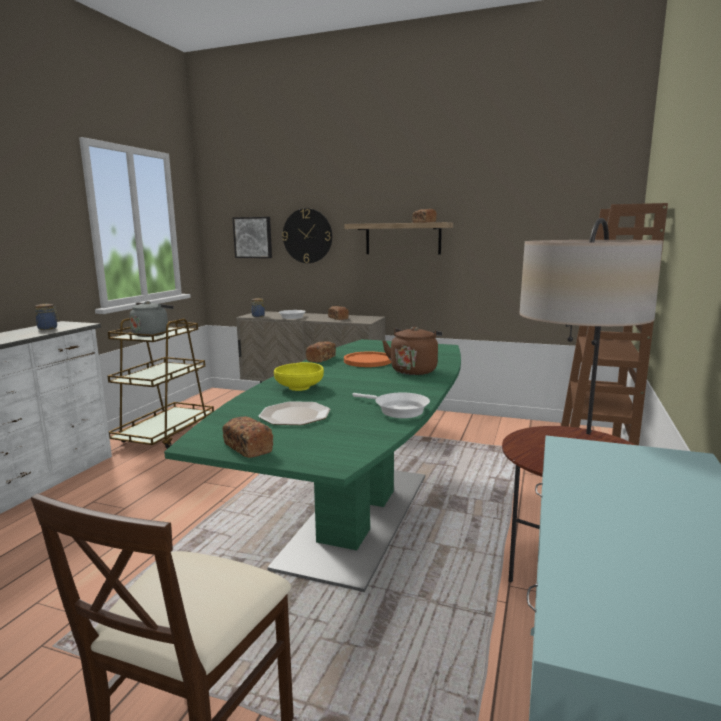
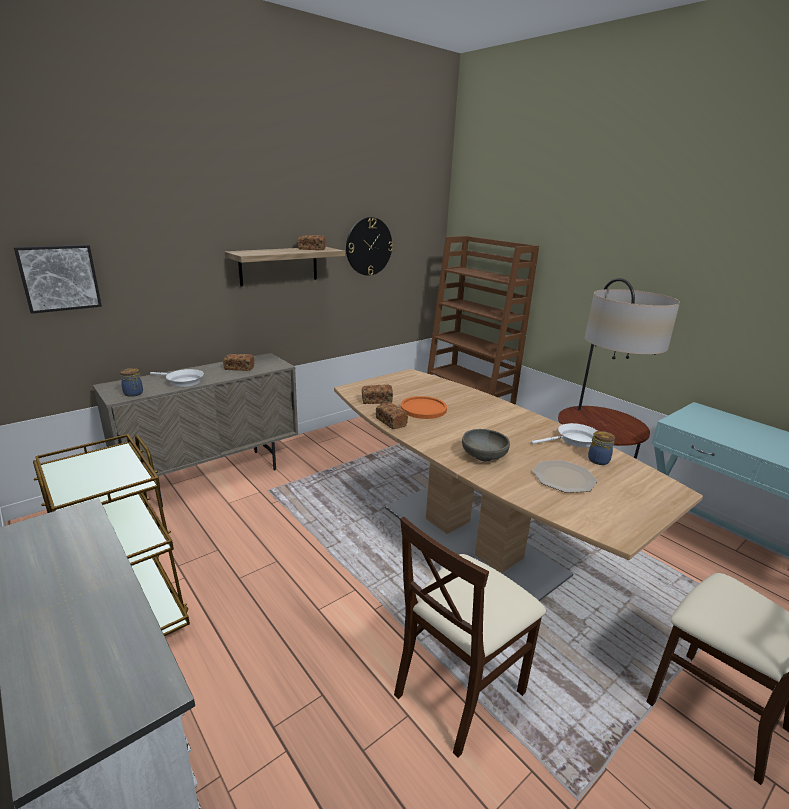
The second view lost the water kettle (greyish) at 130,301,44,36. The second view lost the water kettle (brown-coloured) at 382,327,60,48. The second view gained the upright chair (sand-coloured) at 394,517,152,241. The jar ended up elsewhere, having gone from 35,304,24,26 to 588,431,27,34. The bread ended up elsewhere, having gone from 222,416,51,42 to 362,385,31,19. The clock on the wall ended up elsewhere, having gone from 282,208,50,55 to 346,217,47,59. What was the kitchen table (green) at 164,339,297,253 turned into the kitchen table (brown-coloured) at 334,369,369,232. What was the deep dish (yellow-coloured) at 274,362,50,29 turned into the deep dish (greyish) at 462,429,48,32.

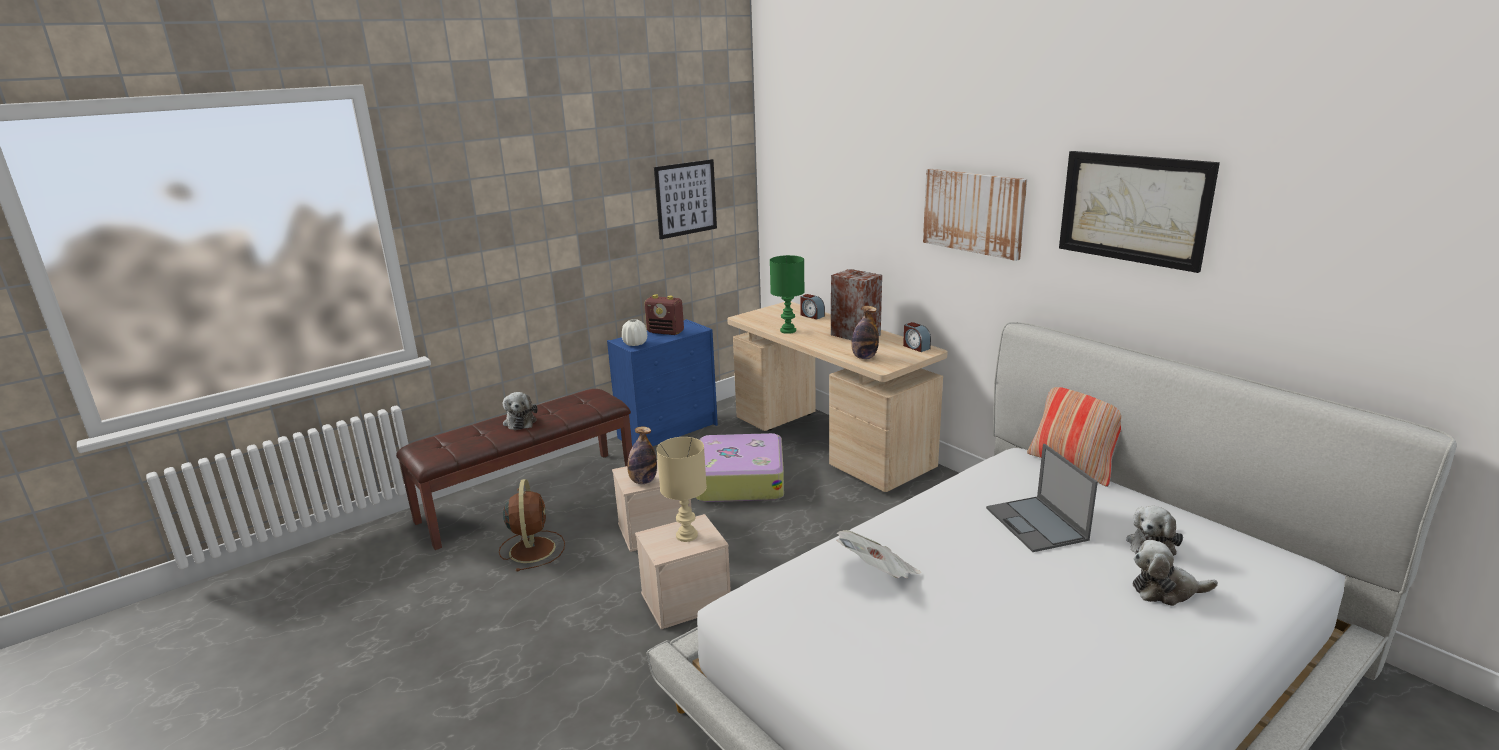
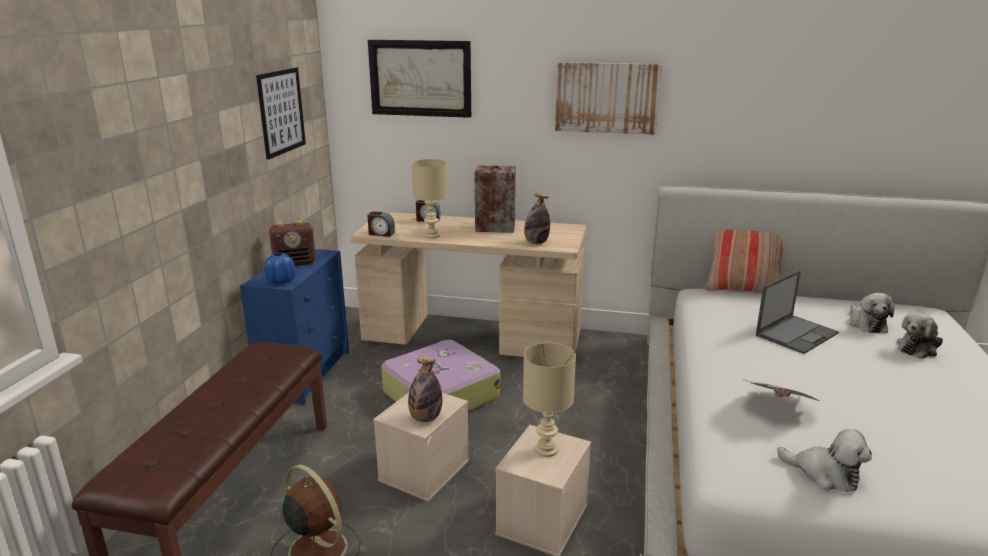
The plush toy ended up elsewhere, having gone from 503,392,35,38 to 777,429,95,63. The table clock ended up elsewhere, having gone from 903,322,28,30 to 367,211,28,26. The wall picture ended up elsewhere, having gone from 1059,151,161,122 to 368,40,103,78. What was the flower vase (whitish) at 622,319,25,27 turned into the flower vase (blue-coloured) at 265,253,31,31. What was the lamp for a table (green) at 770,255,35,79 turned into the lamp for a table (sand-coloured) at 412,159,36,79. The notebook computer at 986,444,112,108 ended up facing another way, 75 degrees counterclockwise from before.

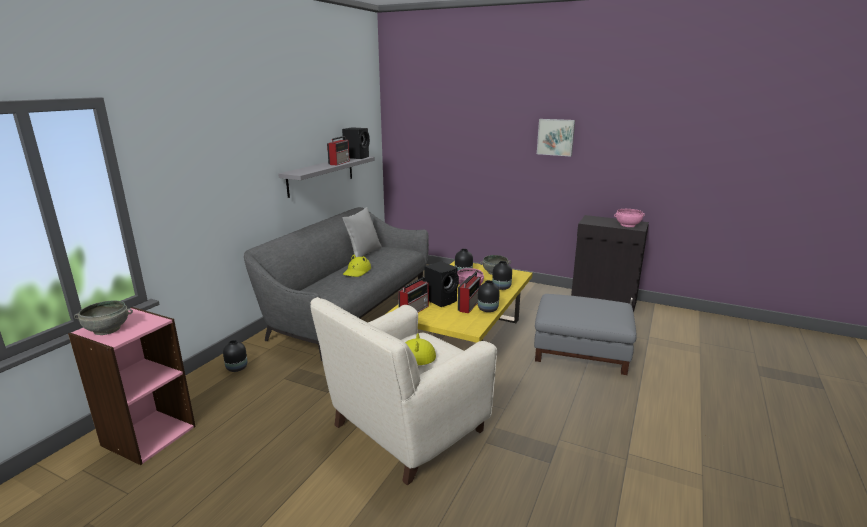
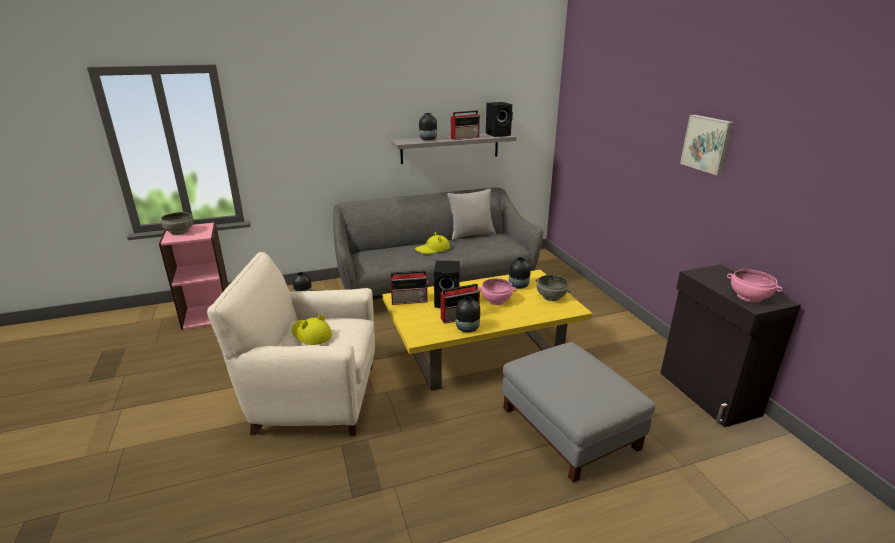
The flower vase (black-coloured) ended up elsewhere, having gone from 492,261,20,29 to 419,113,18,27.

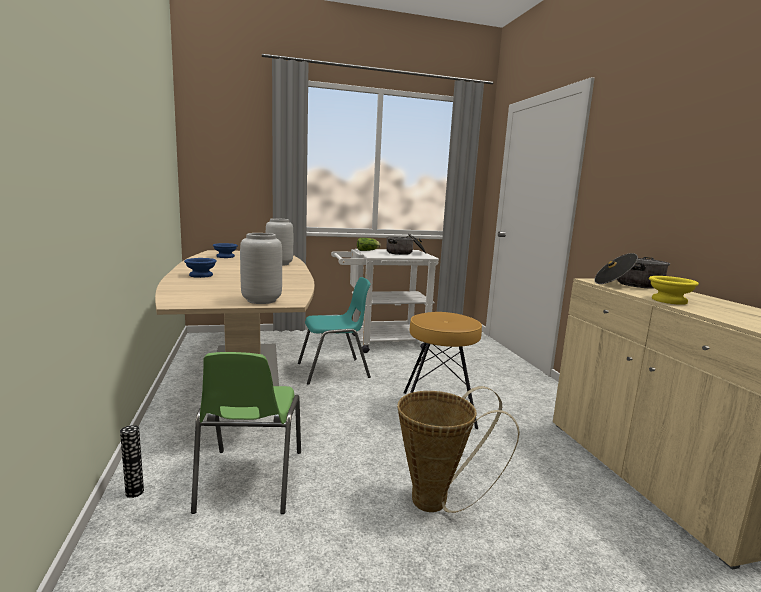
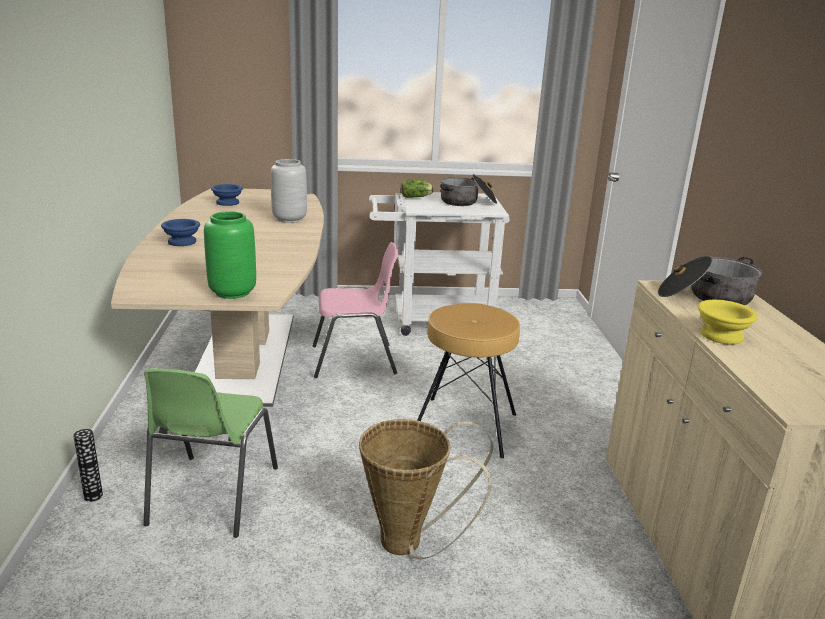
What was the flower vase (greyish) at 240,233,42,71 turned into the flower vase (green) at 204,211,52,88. What was the upright chair (blue-green) at 298,277,73,108 turned into the upright chair (pink) at 313,242,86,136.

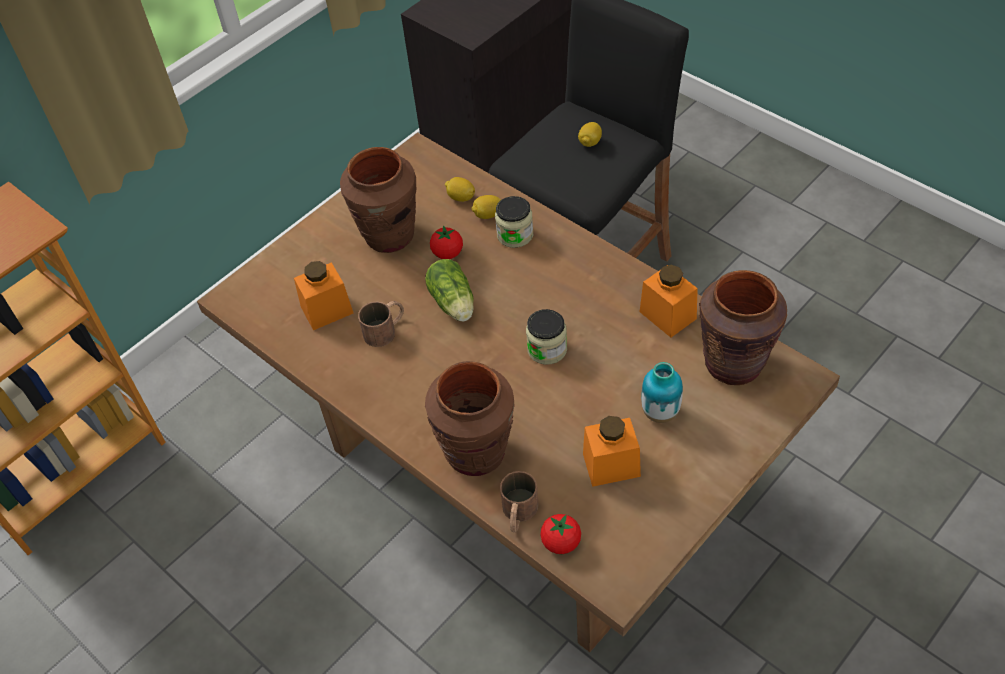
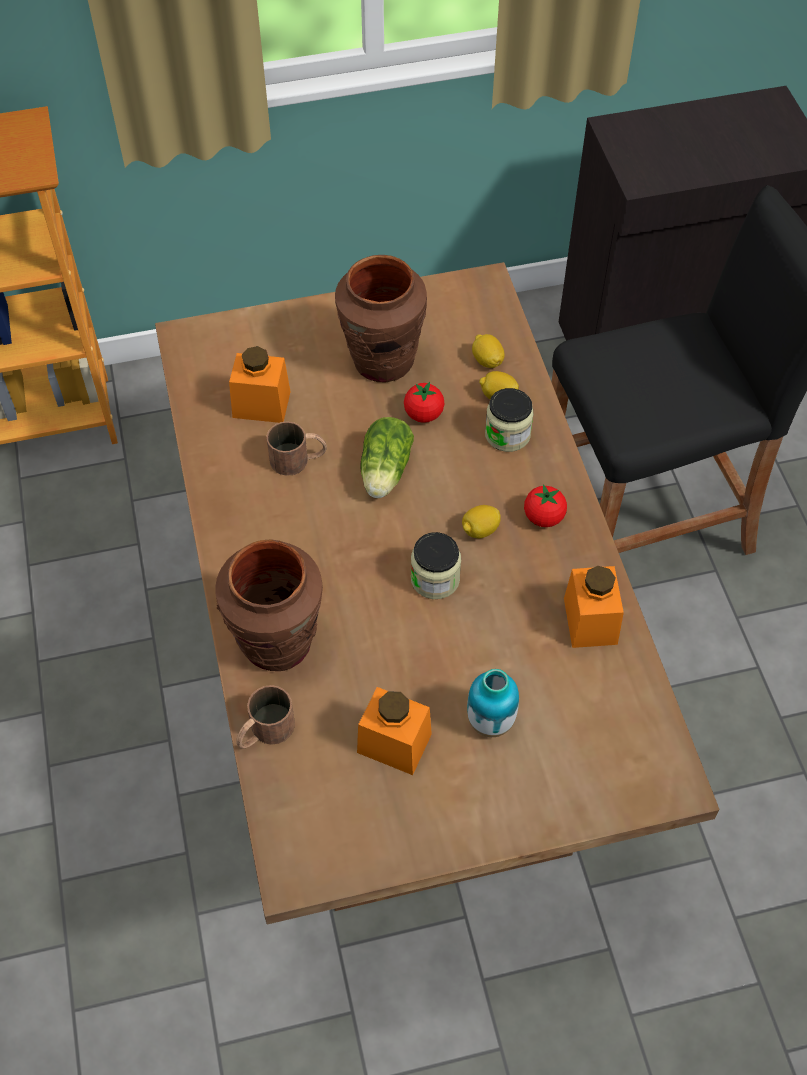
The second view lost the flower vase (brown-coloured) at 699,270,88,115. The fresh tomato ended up elsewhere, having gone from 540,514,41,40 to 524,484,43,43. The lemon ended up elsewhere, having gone from 578,122,24,25 to 462,505,39,33.

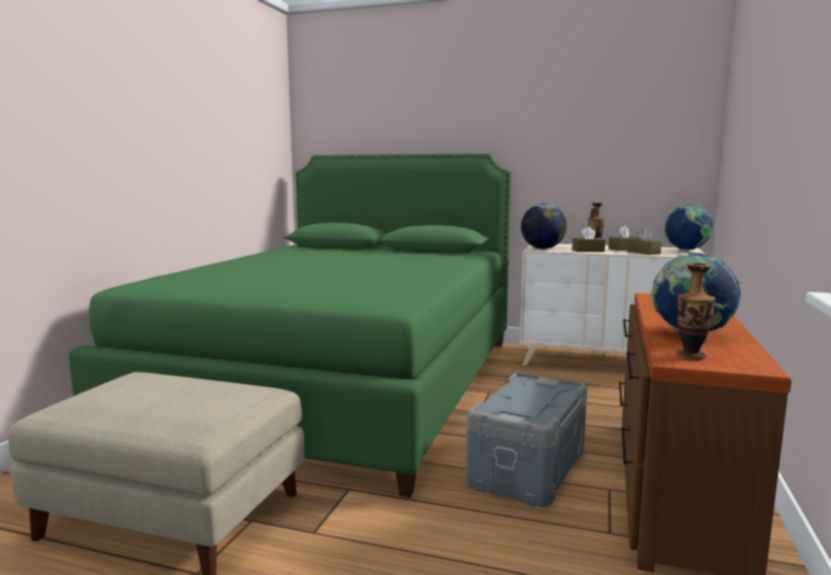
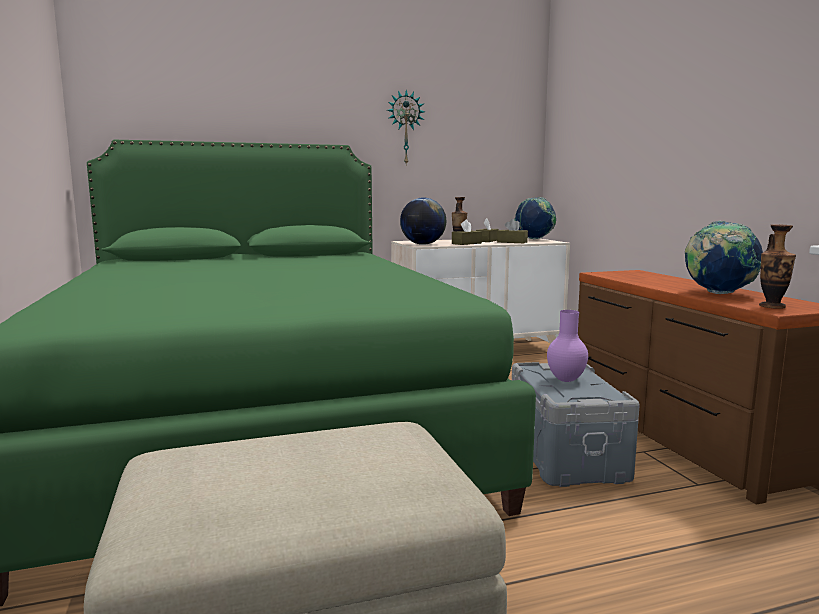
The second view gained the clock on the wall at 387,89,38,77. The second view gained the flower vase (purple) at 547,310,41,72.

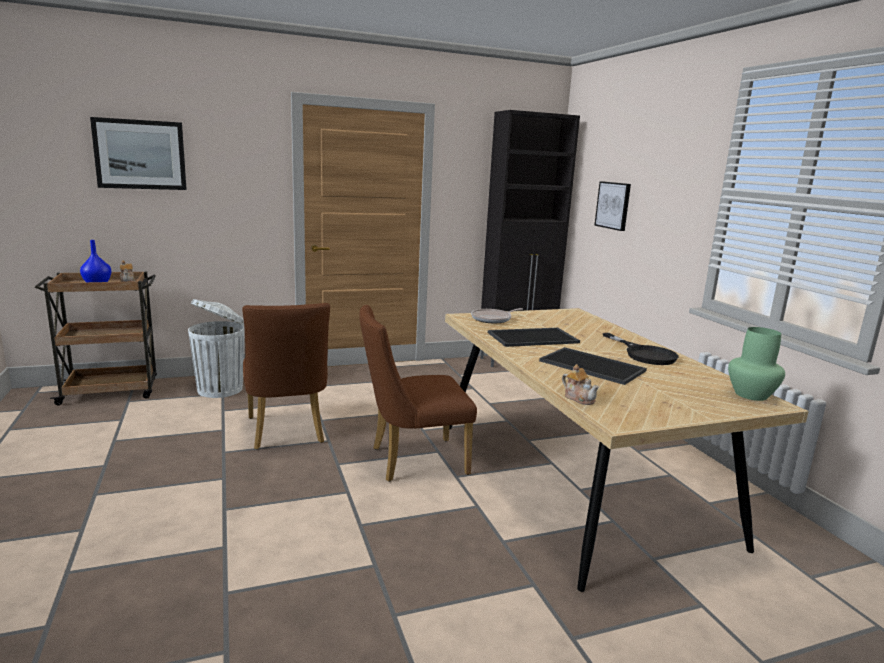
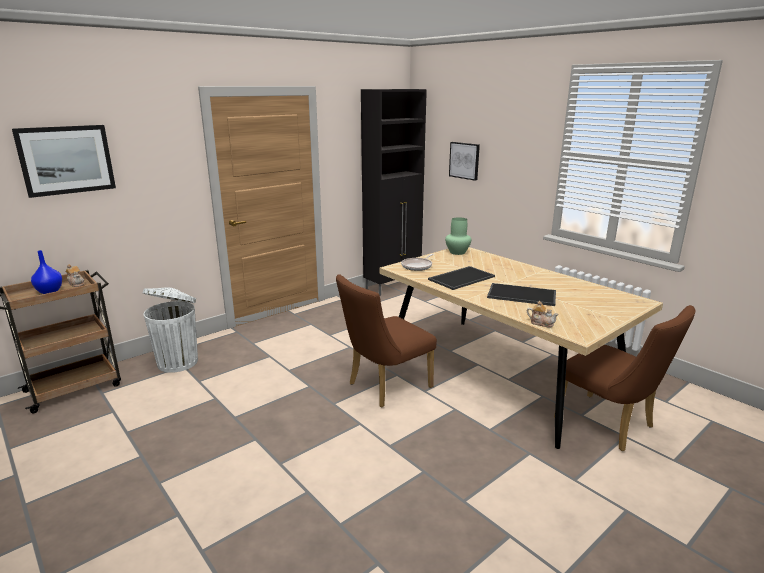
The second view lost the pan (black-coloured) at 603,333,75,32. The upright chair (brown-coloured) ended up elsewhere, having gone from 242,303,88,147 to 554,305,142,146. The flower vase (green) ended up elsewhere, having gone from 728,327,57,74 to 445,217,26,38.

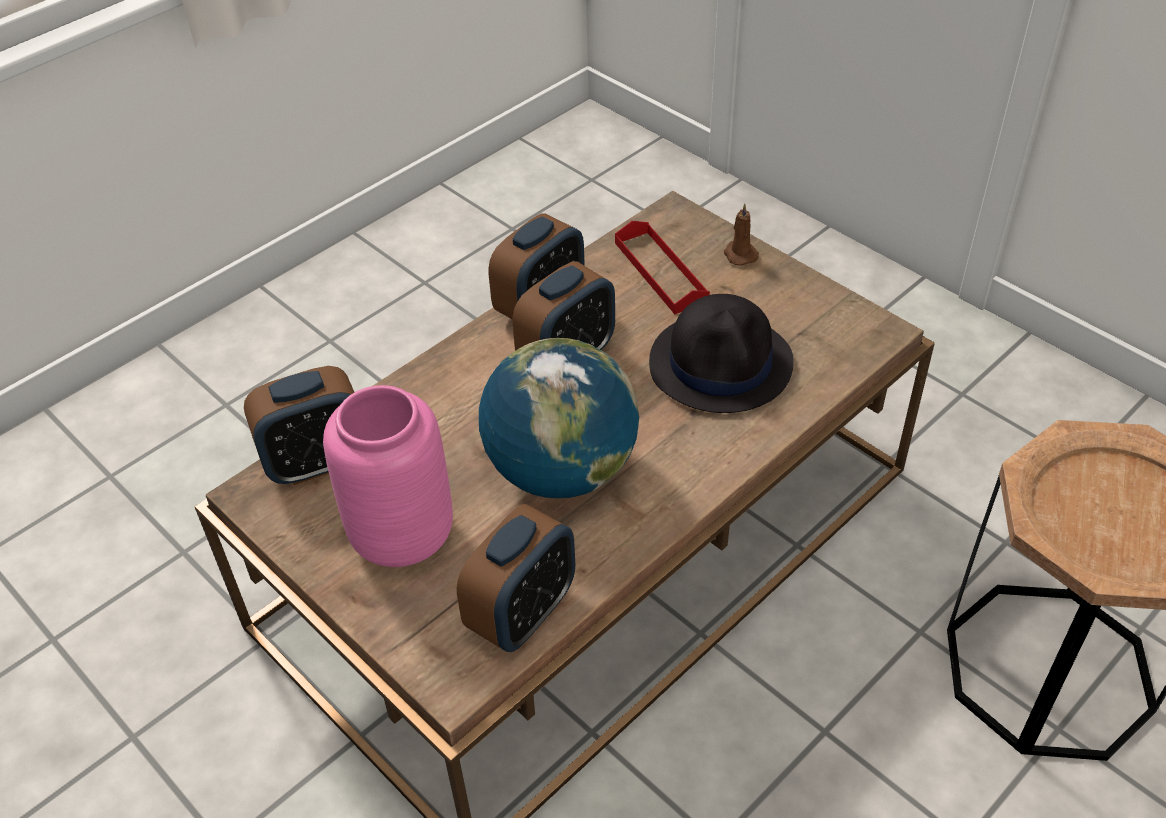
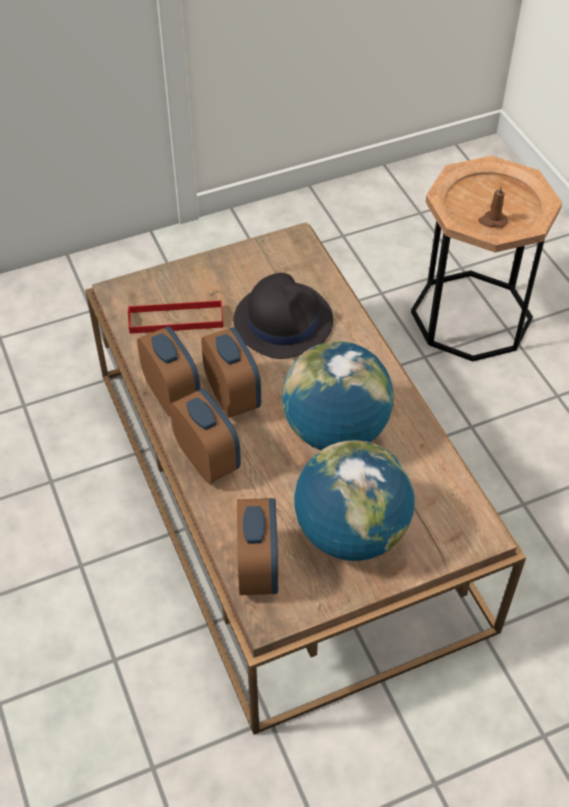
The table clock ended up elsewhere, having gone from 457,504,118,148 to 170,389,71,95. The wax light (brown-coloured) ended up elsewhere, having gone from 724,203,35,63 to 478,185,30,43. Where the flower vase (pink) stood at 323,385,130,182, the desk globe came to stand at 294,440,121,121.

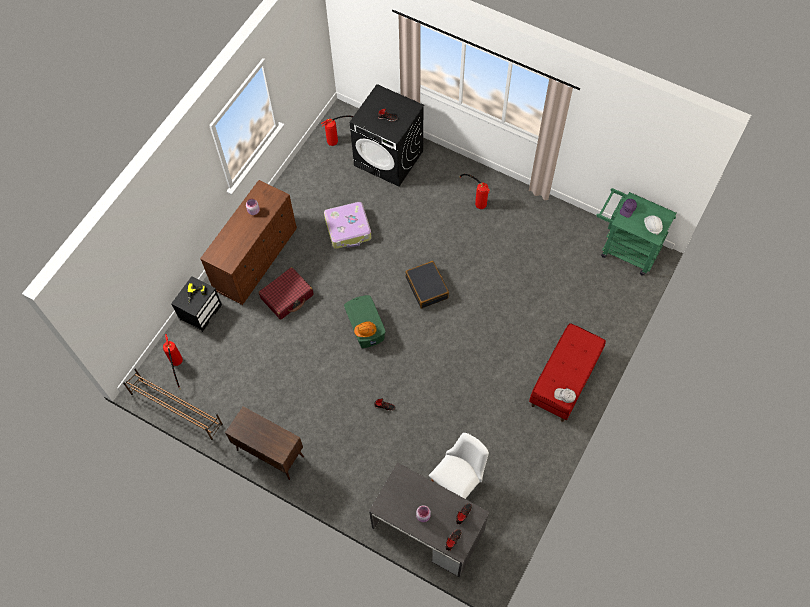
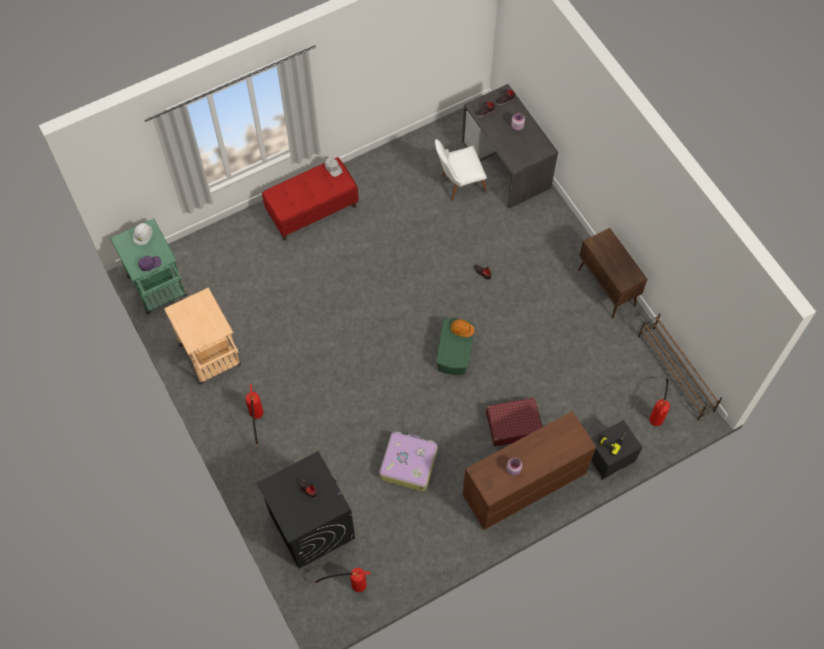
The second view lost the suitcase (black-coloured) at 405,261,44,48. The second view gained the cart (sand-coloured) at 164,287,77,97.

